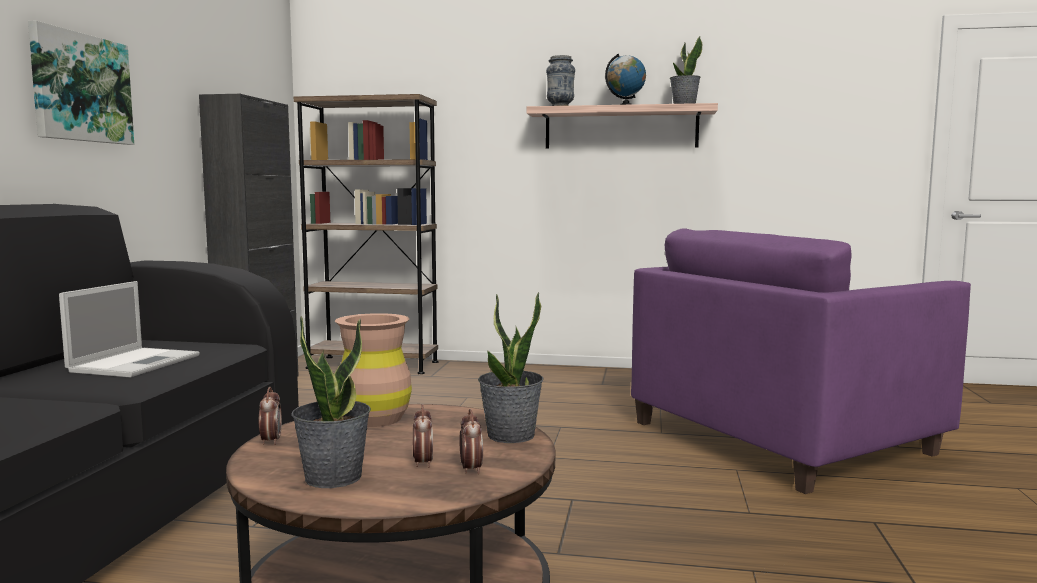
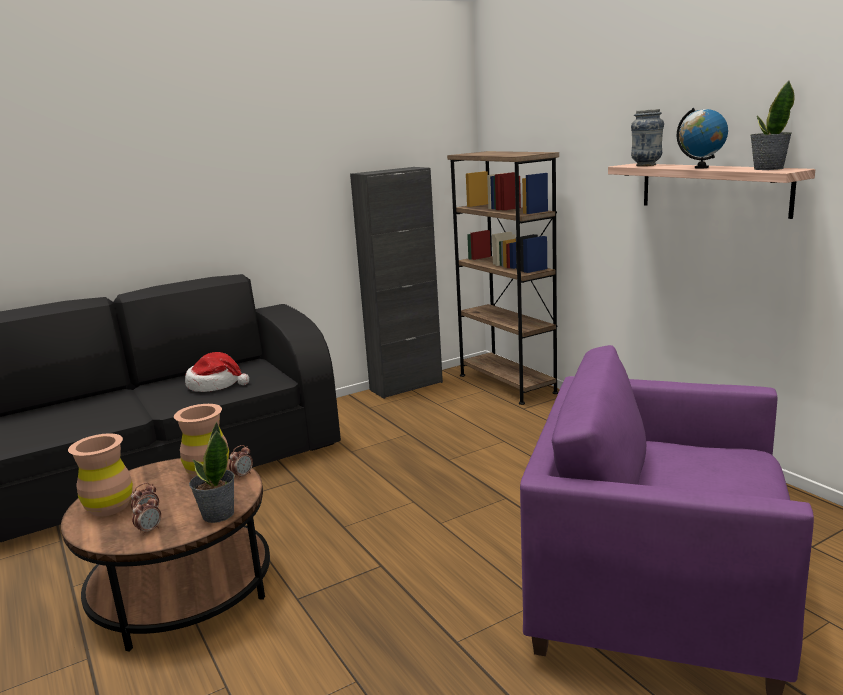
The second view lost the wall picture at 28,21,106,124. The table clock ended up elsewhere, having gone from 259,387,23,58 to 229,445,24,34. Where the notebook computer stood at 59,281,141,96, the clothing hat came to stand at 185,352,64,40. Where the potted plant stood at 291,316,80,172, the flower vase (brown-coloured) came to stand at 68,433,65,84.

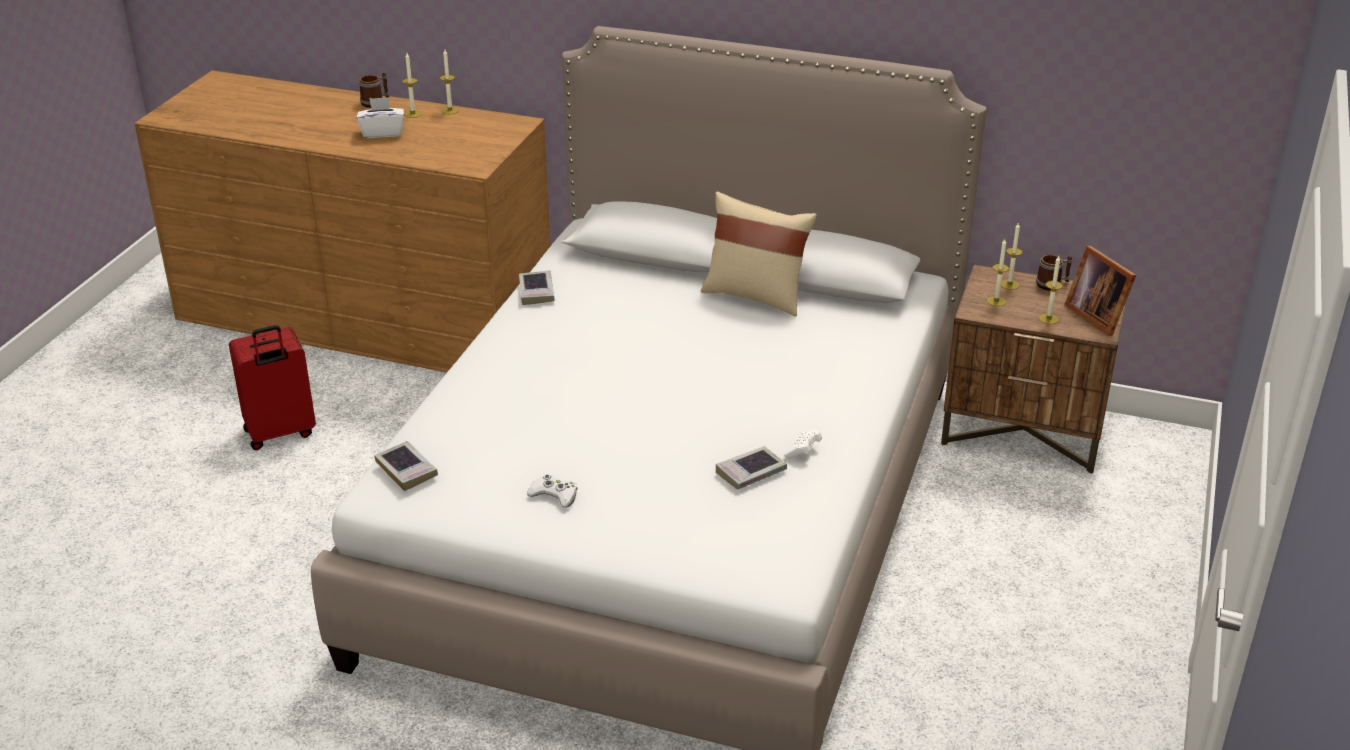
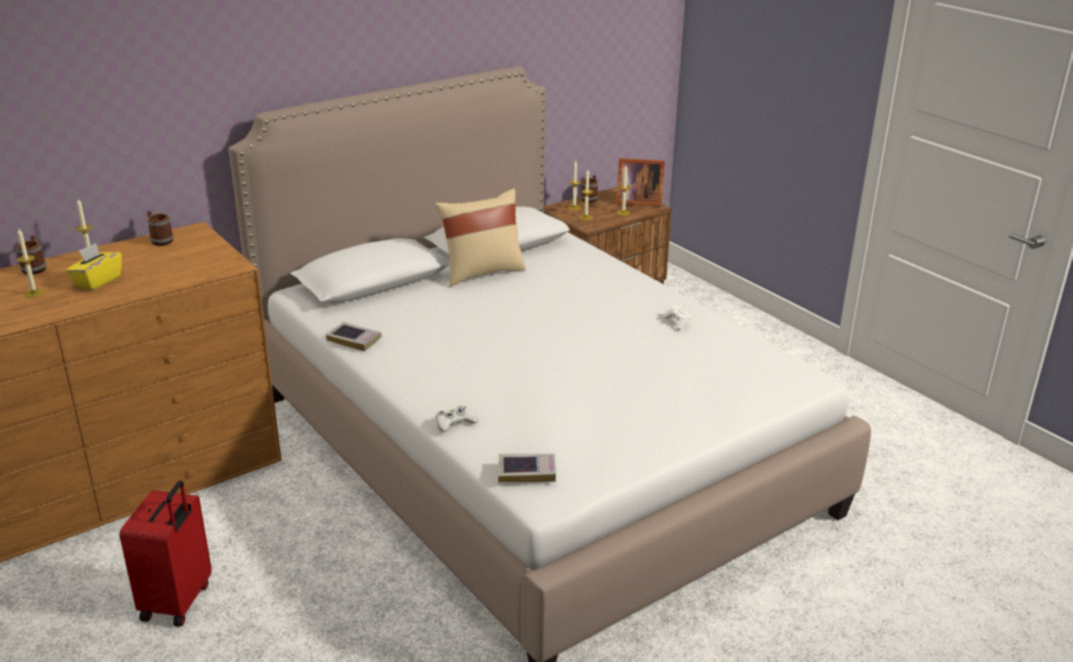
The second view lost the bound book at 716,446,71,44. The second view gained the coffee mug at 147,211,27,35. The wax light ended up elsewhere, having gone from 440,50,19,64 to 17,229,28,69. The gamepad (whitish) ended up elsewhere, having gone from 527,475,51,33 to 436,406,42,26. What was the box of tissues (whitish) at 357,97,47,41 turned into the box of tissues (yellow-coloured) at 66,243,56,48.

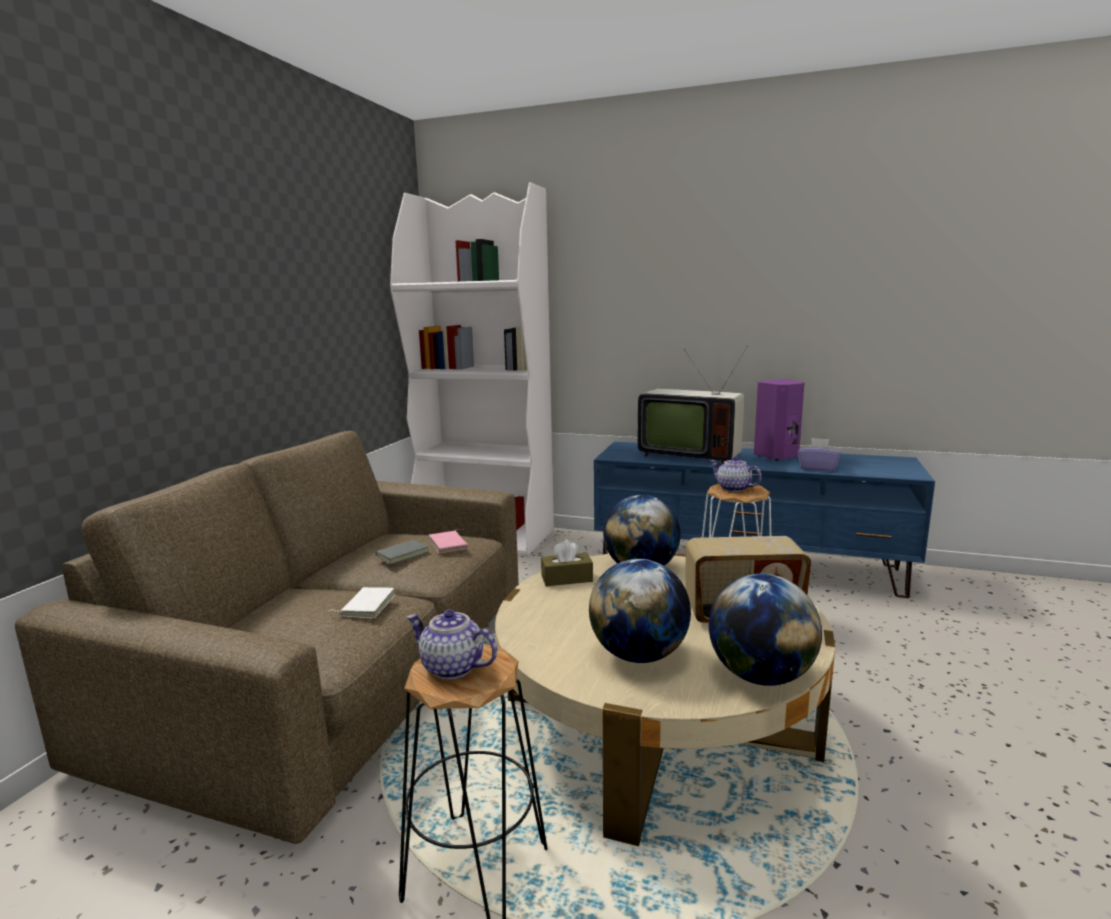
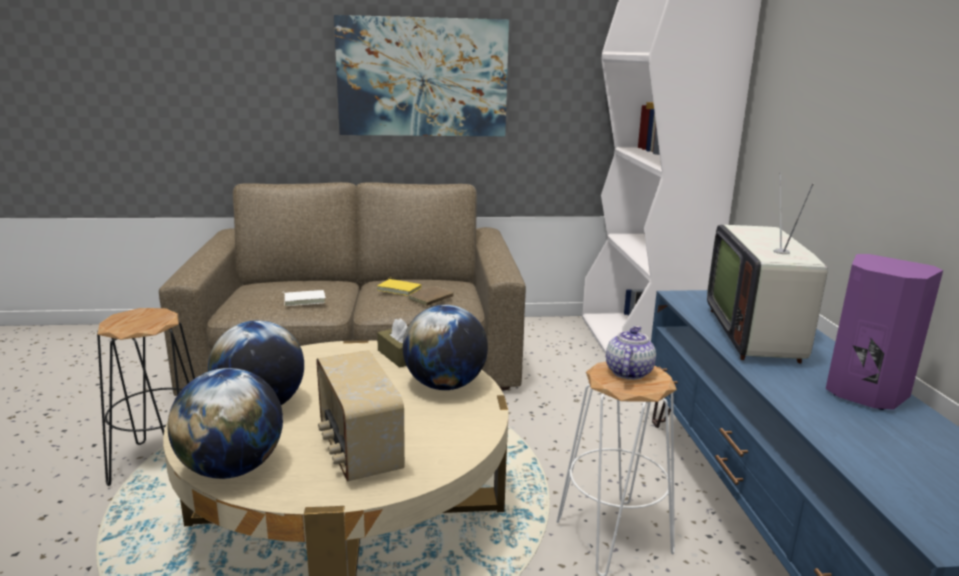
The second view lost the pot for tea at 407,609,90,71. The second view lost the box of tissues (purple) at 798,438,43,33. The second view gained the wall picture at 334,15,175,121. What was the bound book (greyish) at 373,540,56,24 turned into the bound book (yellow-coloured) at 377,277,44,19. What was the bound book (pink) at 429,529,39,25 turned into the bound book (brown-coloured) at 408,286,51,20.

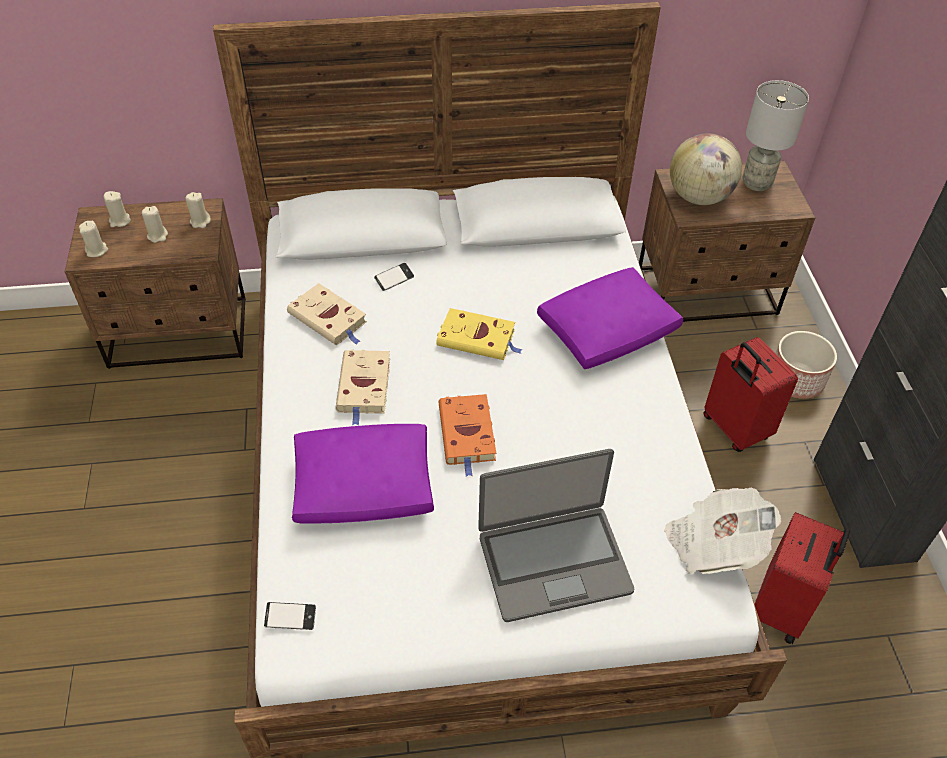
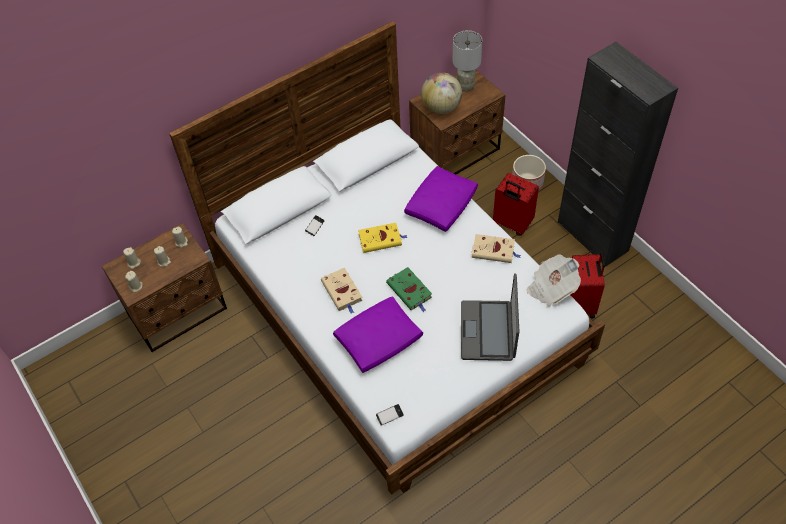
The bound book (sand-coloured) ended up elsewhere, having gone from 287,283,80,62 to 472,234,49,29. What was the bound book (orangey) at 438,394,58,83 turned into the bound book (green) at 386,267,46,45. The notebook computer at 478,449,156,173 ended up facing another way, 135 degrees clockwise from before.

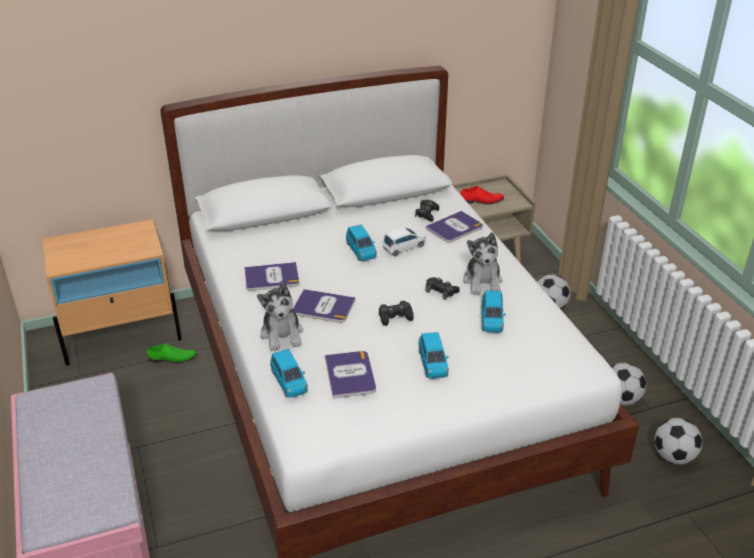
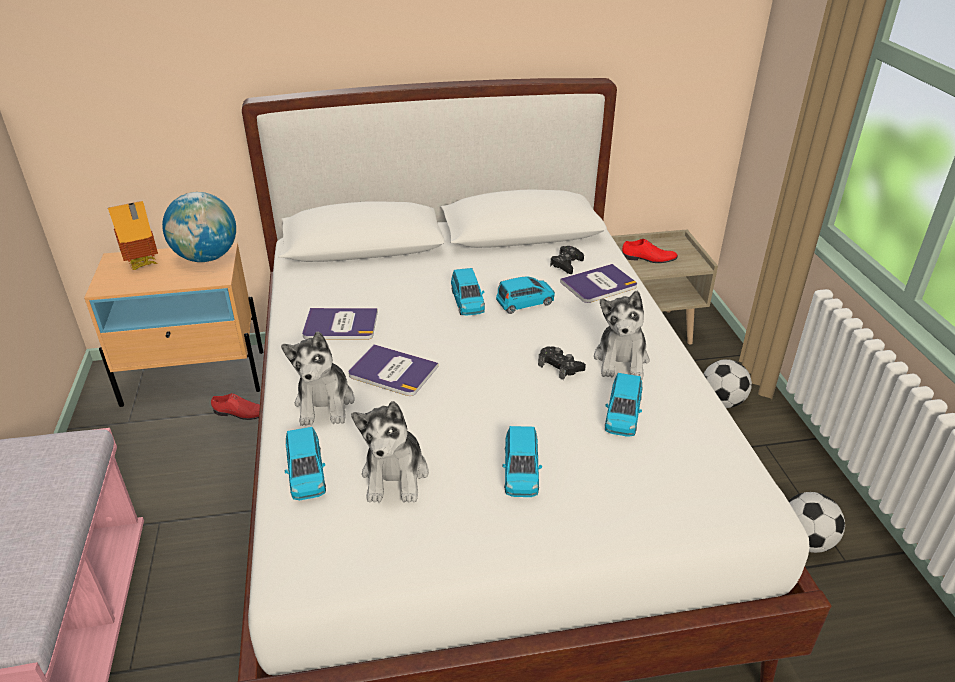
The second view lost the gamepad (black-coloured) at 379,301,35,25. The second view lost the football ball at 654,418,49,46. The second view gained the model house at 108,201,50,70. The second view gained the desk globe at 162,192,74,70. Where the bound book stood at 325,351,51,47, the plush toy came to stand at 351,401,78,102. What was the low shoe (green) at 147,343,50,21 turned into the low shoe (red) at 211,393,49,27. What was the toy car (whitish) at 383,227,43,29 turned into the toy car (blue-coloured) at 496,276,59,38.

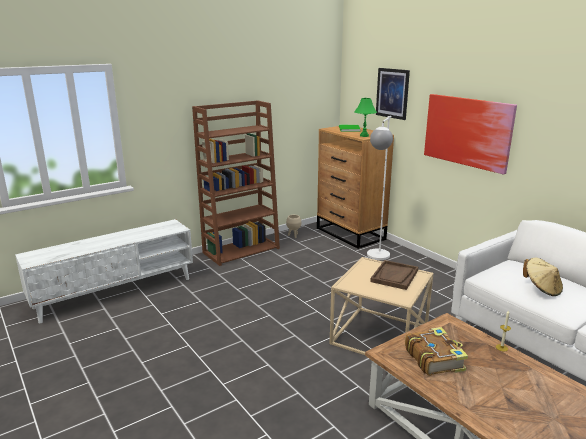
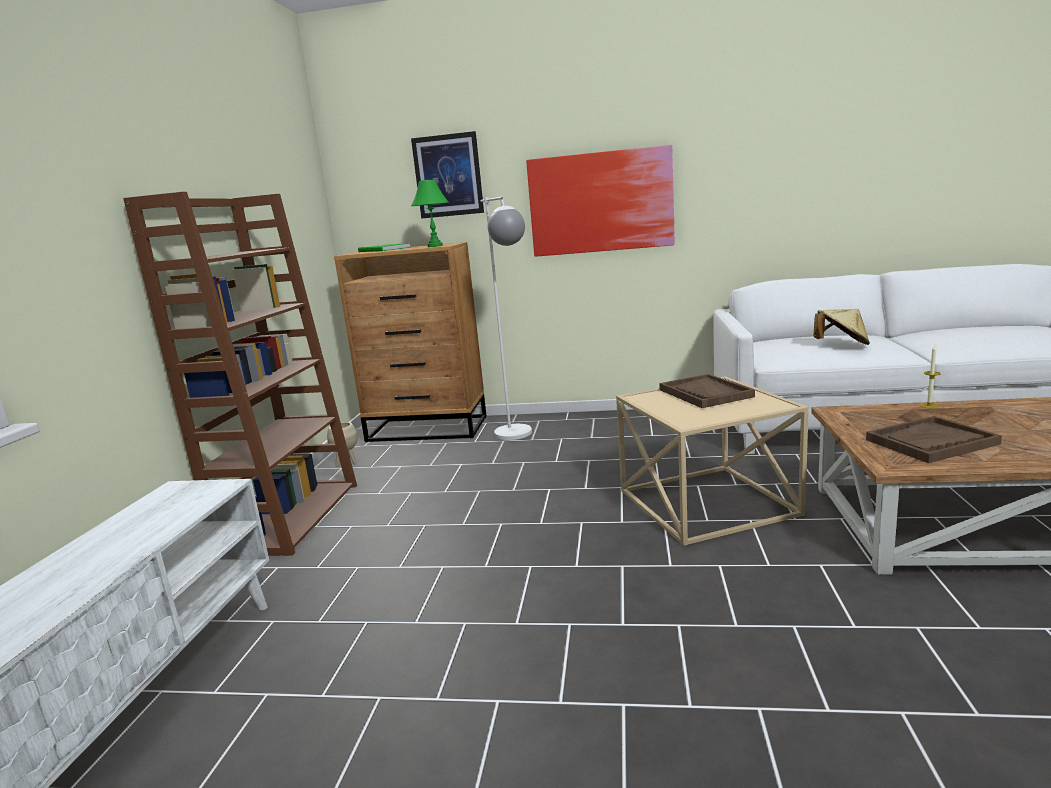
Where the bound book stood at 405,327,63,49, the tray (brown-coloured) came to stand at 866,416,136,47.

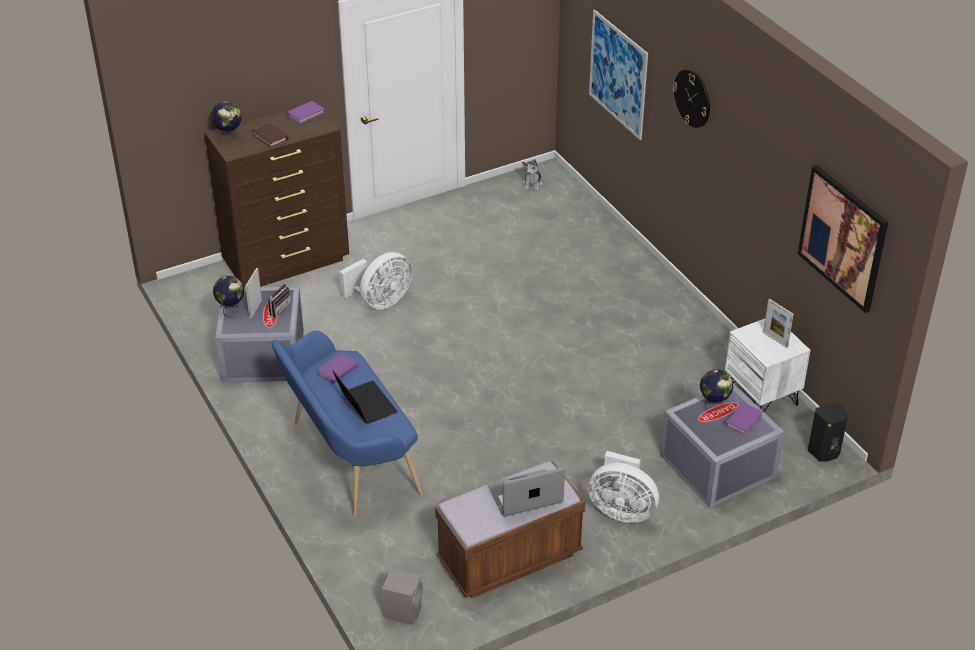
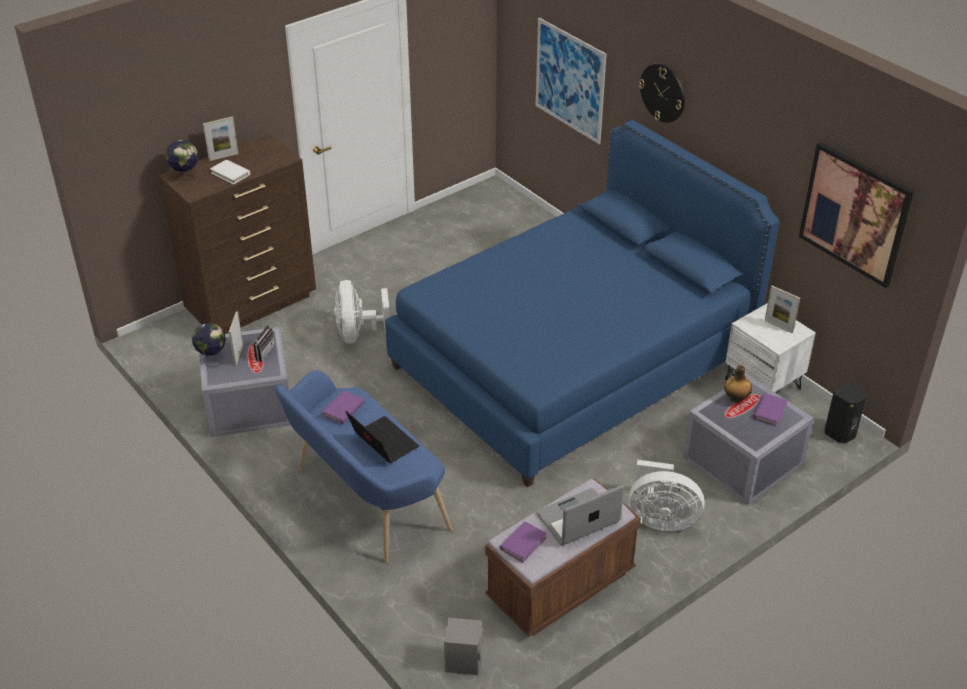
The second view lost the plush toy at 522,159,21,32. The second view gained the standing frame at 203,116,36,45. The second view gained the bed (blue-coloured) at 385,120,394,367. The bound book (purple) ended up elsewhere, having gone from 287,101,38,23 to 500,521,47,42. Where the desk globe stood at 700,369,33,45, the beverage bottle came to stand at 724,365,28,38. What was the bound book (brown-coloured) at 252,123,37,25 turned into the bound book (whitish) at 210,159,40,25. The electric fan (whitish) at 339,252,73,58 ended up facing another way, 135 degrees clockwise from before.

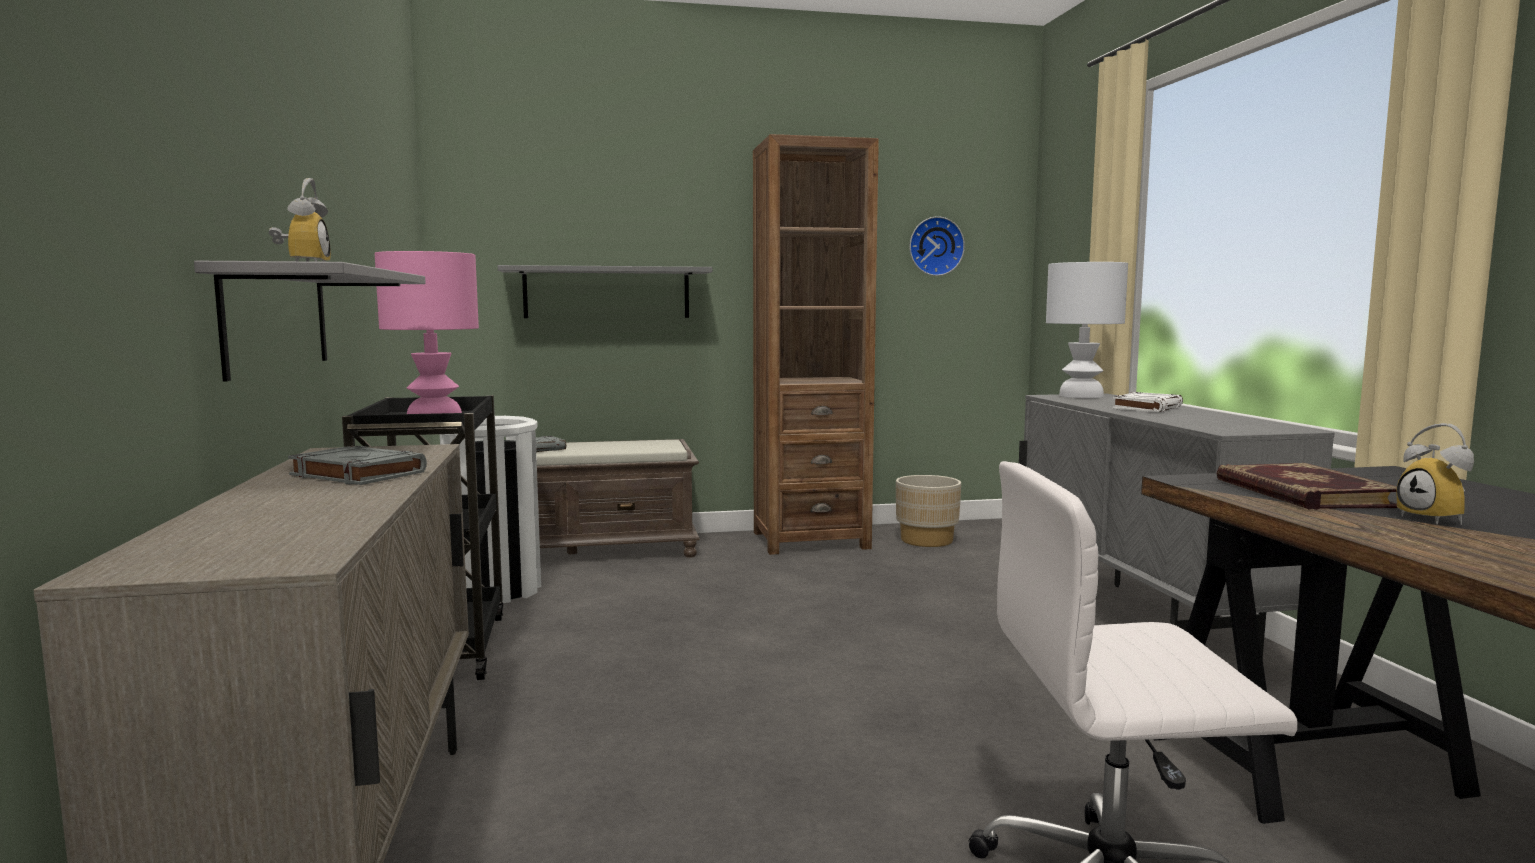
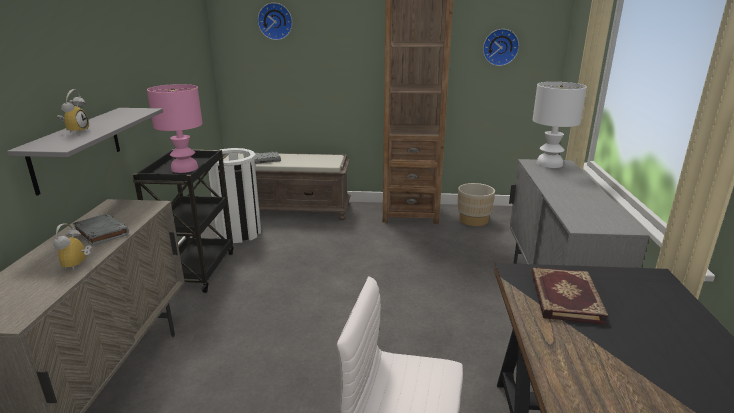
The second view lost the bracket shelf (greyish) at 498,265,214,53. The second view lost the bound book (whitish) at 1113,392,70,20. The second view gained the clock on the wall at 258,3,34,37. The table clock ended up elsewhere, having gone from 1396,423,78,102 to 53,224,39,46.

